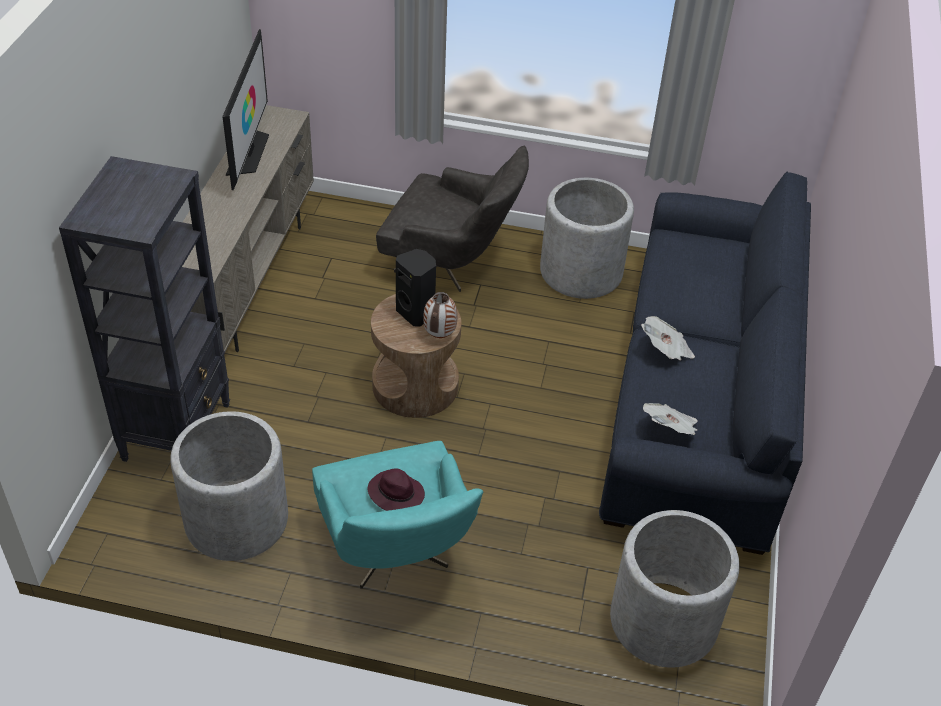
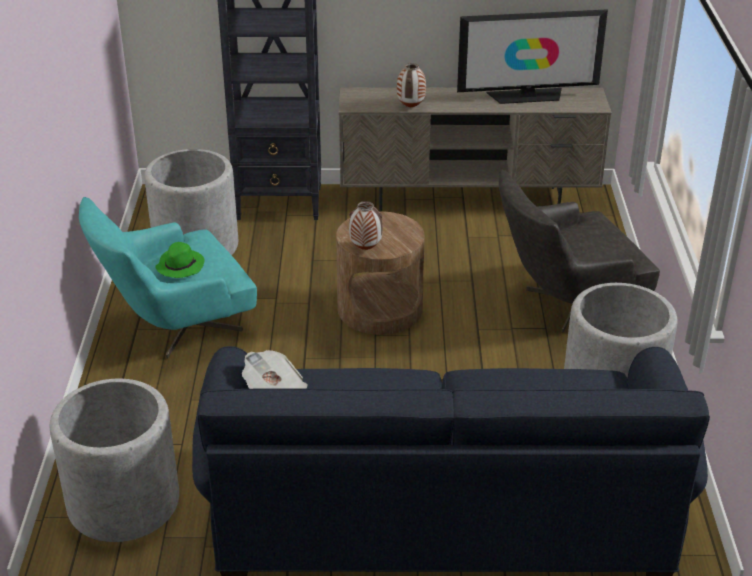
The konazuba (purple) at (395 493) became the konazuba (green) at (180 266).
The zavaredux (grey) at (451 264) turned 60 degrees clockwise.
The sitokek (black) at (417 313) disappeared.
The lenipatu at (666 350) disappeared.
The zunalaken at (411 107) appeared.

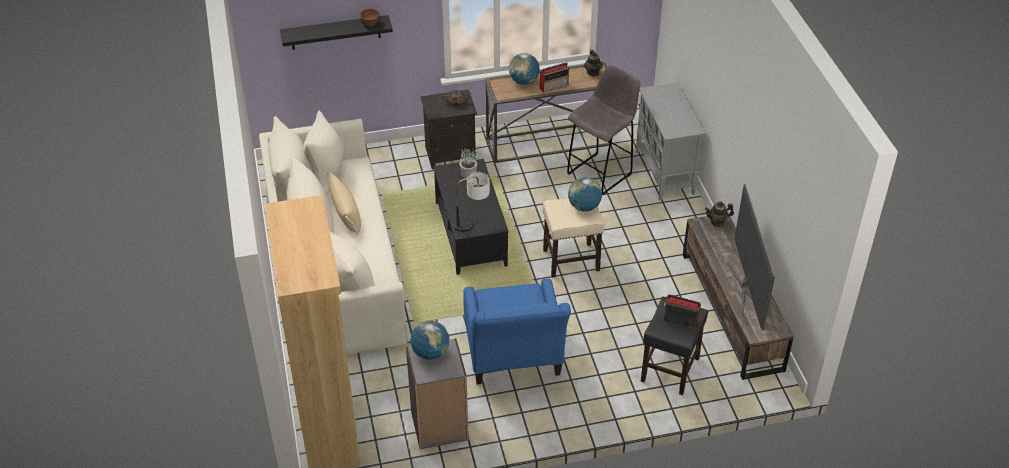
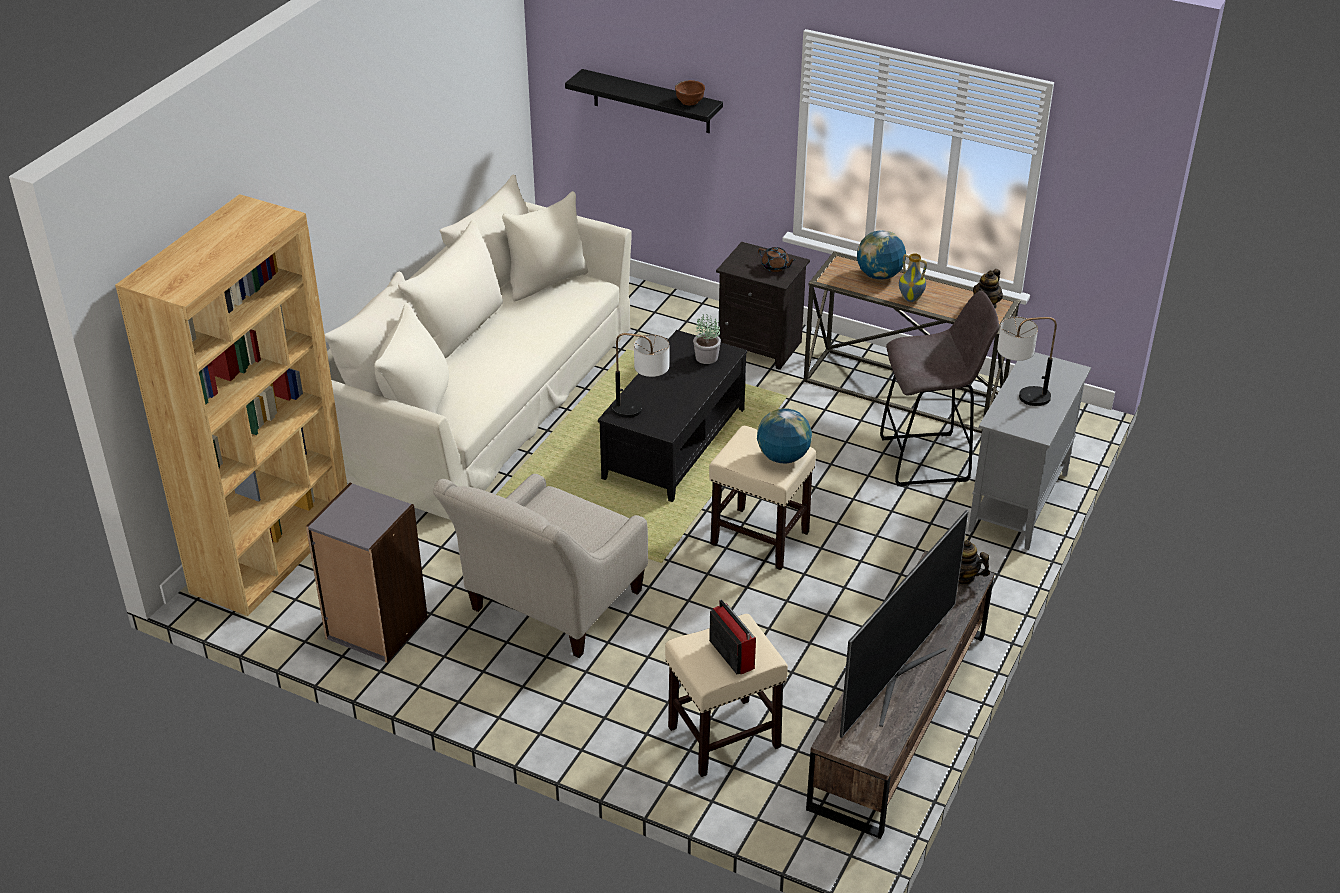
The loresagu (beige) at (346 213) disappeared.
The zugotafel at (430 352) disappeared.
The zavaredux (blue) at (514 359) became the zavaredux (beige) at (549 608).
The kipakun at (554 86) was replaced by the zunalaken at (911 298).
The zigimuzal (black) at (670 370) became the zigimuzal (beige) at (723 737).
The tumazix at (1019 398) appeared.

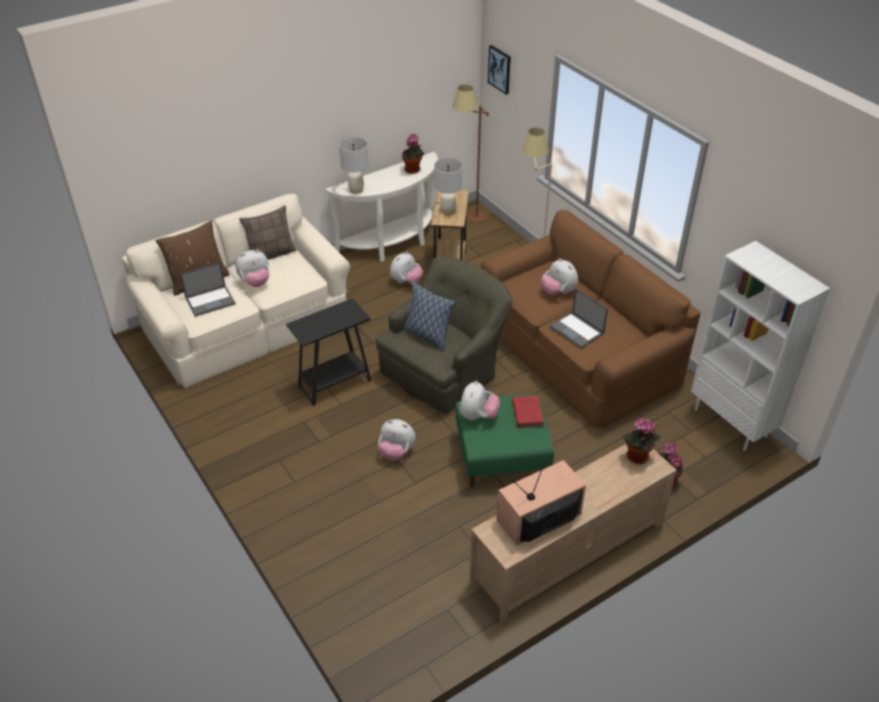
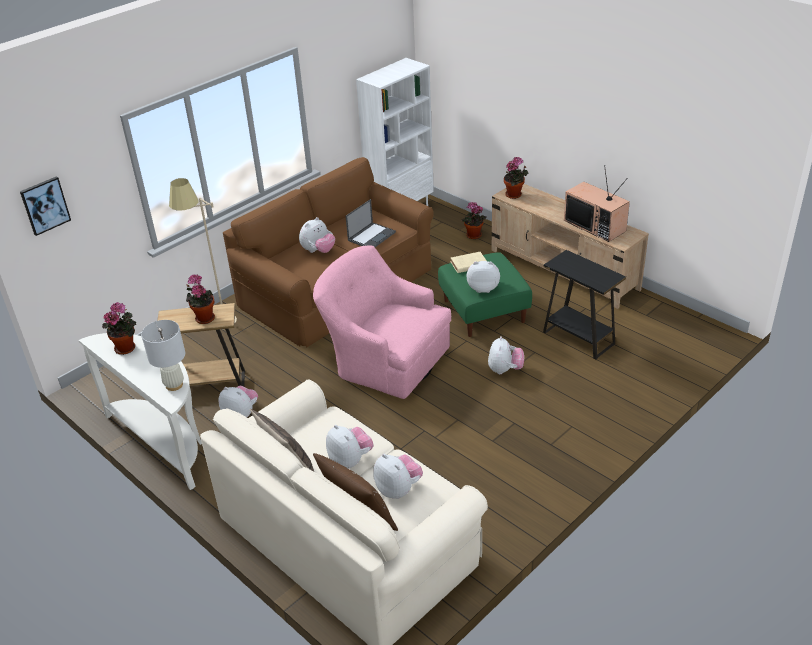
The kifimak at (211 300) was replaced by the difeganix at (398 489).
The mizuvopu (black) moved from (335 383) to (578 338).
The zavaredux (green) at (445 370) became the zavaredux (pink) at (384 360).
The loresagu at (427 335) disappeared.
The tumazix (white) at (448 210) was replaced by the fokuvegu at (204 318).
The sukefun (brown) at (469 220) disappeared.
The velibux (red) at (527 412) became the velibux (beige) at (468 264).

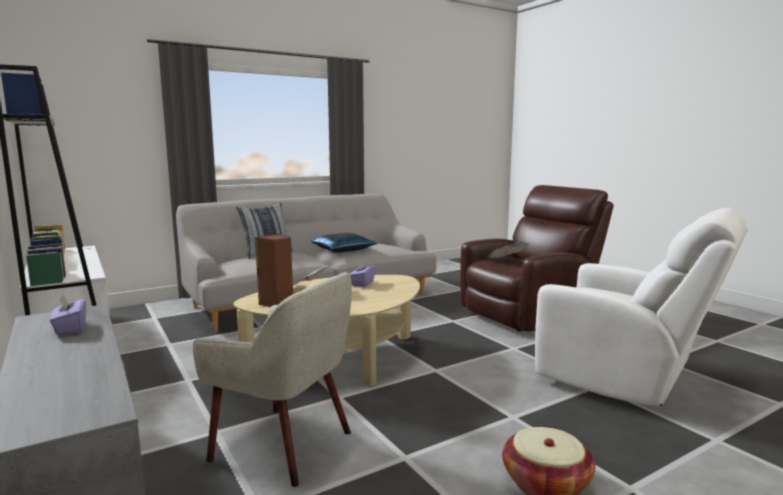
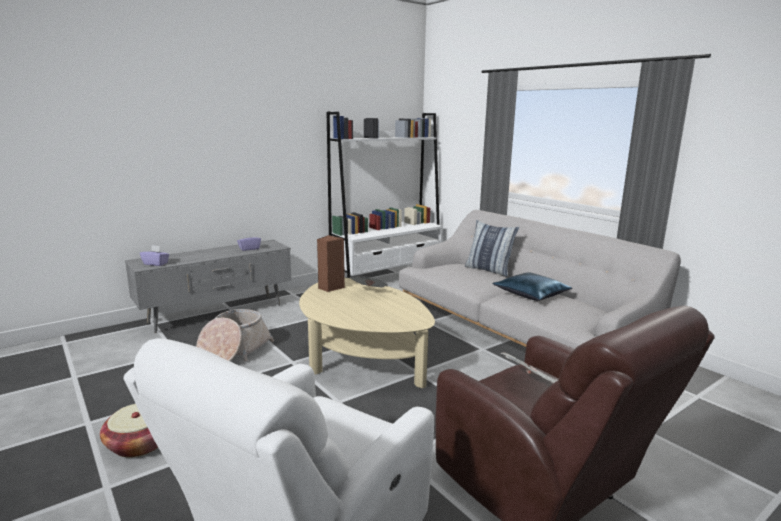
The zavaredux (beige) at (284 445) was replaced by the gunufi at (234 351).
The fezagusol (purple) moved from (362 283) to (156 263).

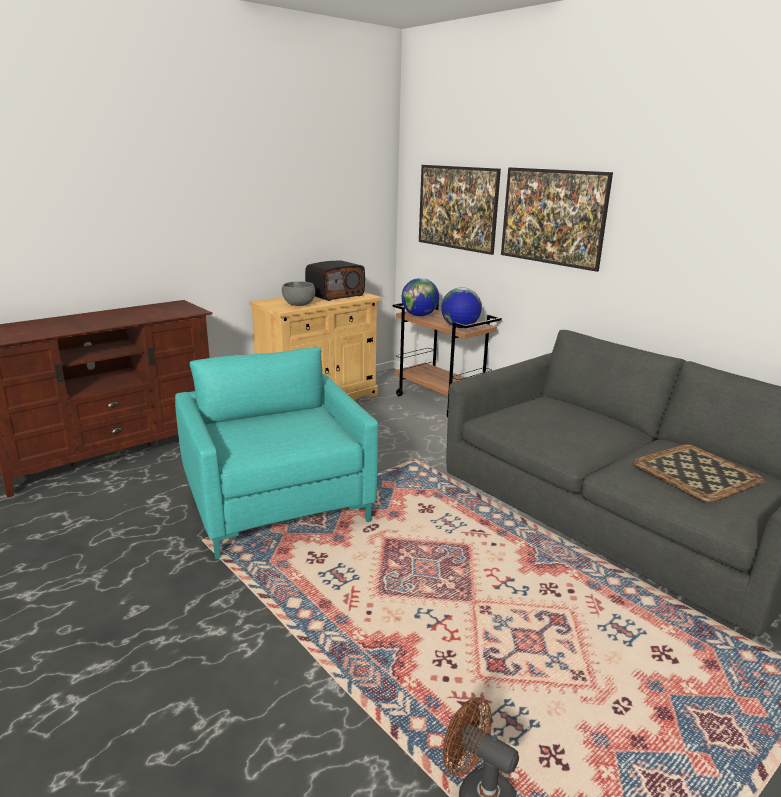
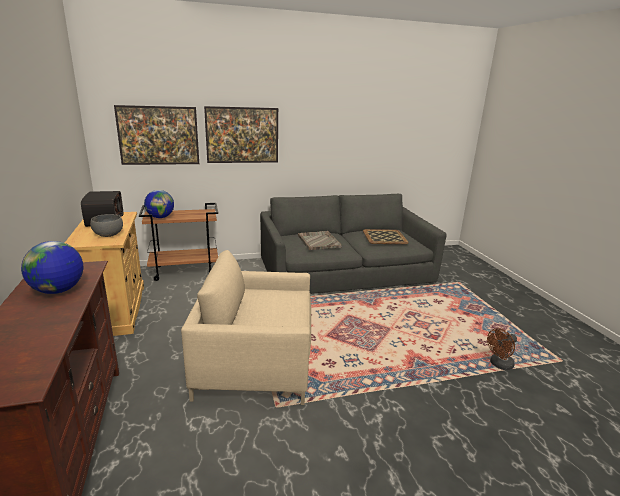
The zavaredux (turquoise) at (277 503) became the zavaredux (beige) at (255 364).
The zugotafel moved from (459 327) to (58 291).
The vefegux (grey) at (318 241) appeared.

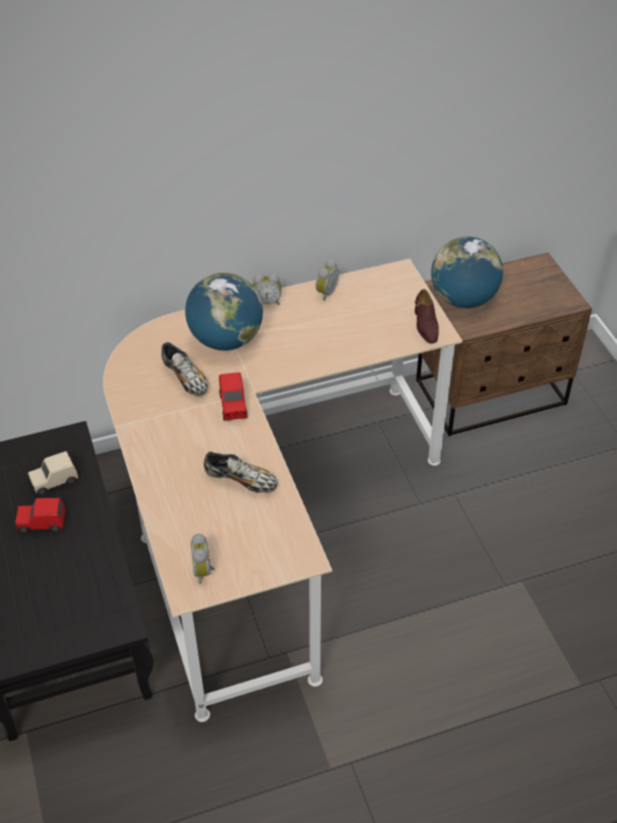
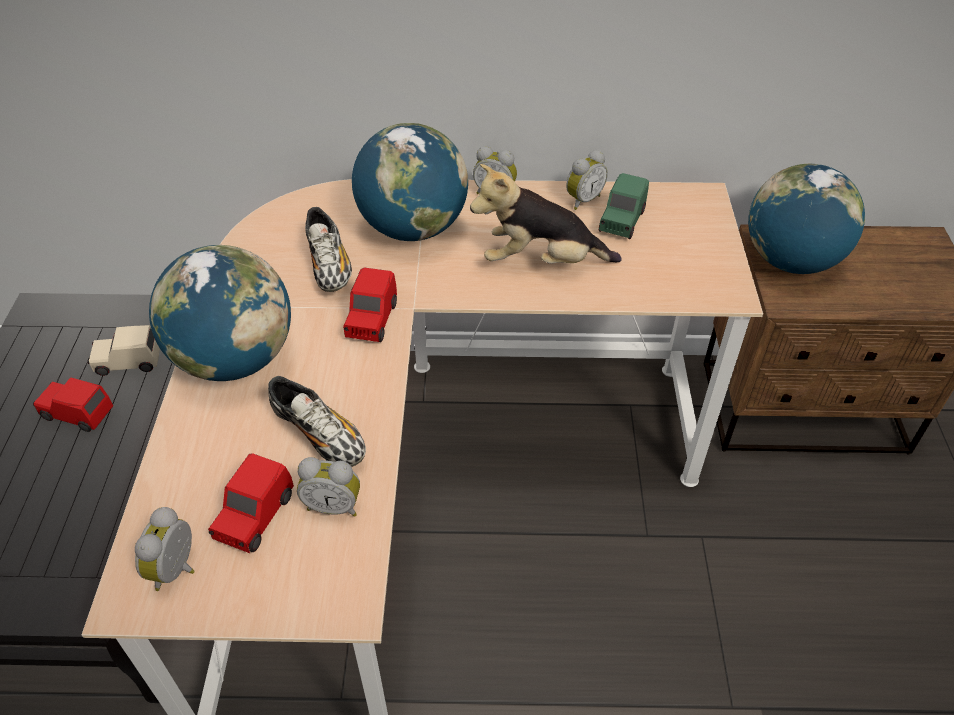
The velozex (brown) at (425 325) disappeared.
The zugotafel at (235 359) appeared.
The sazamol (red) at (254 517) appeared.
The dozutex at (334 505) appeared.
The difeganix at (541 262) appeared.
The sazamol (green) at (621 221) appeared.

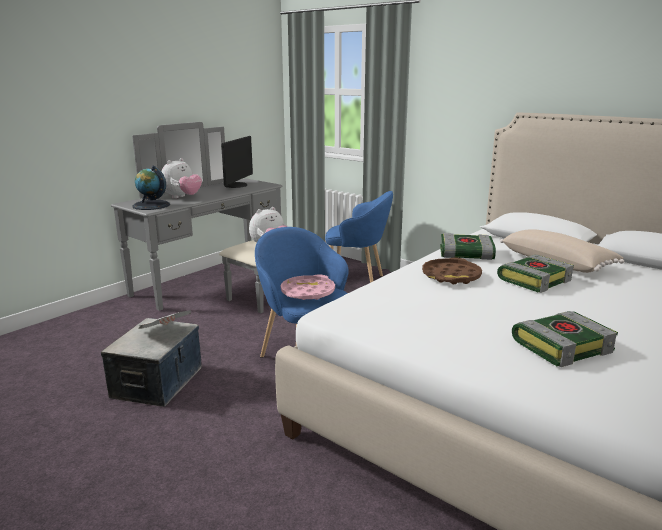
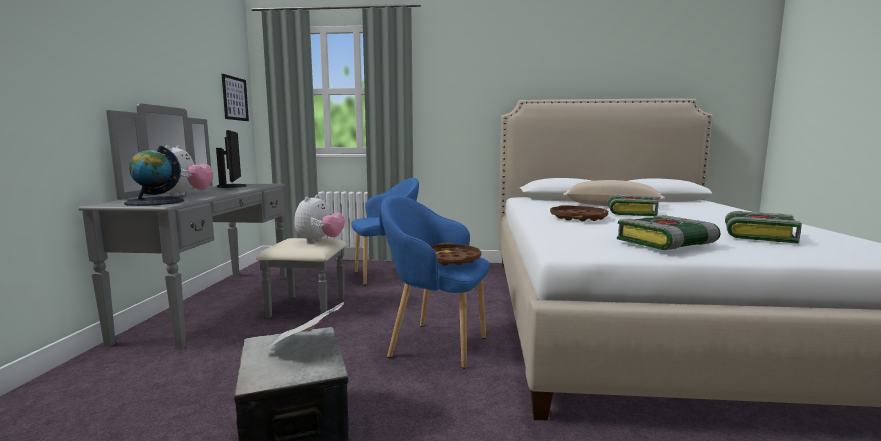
The vefegux (pink) at (307 292) became the vefegux (brown) at (449 260).
The velibux moved from (465 254) to (665 243).
The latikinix at (235 98) appeared.

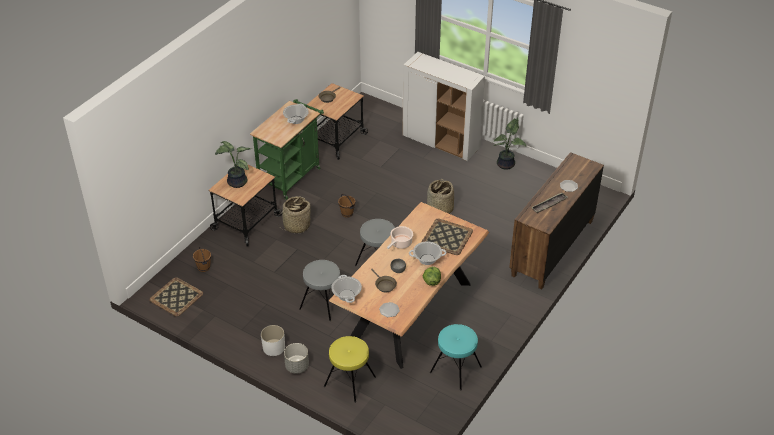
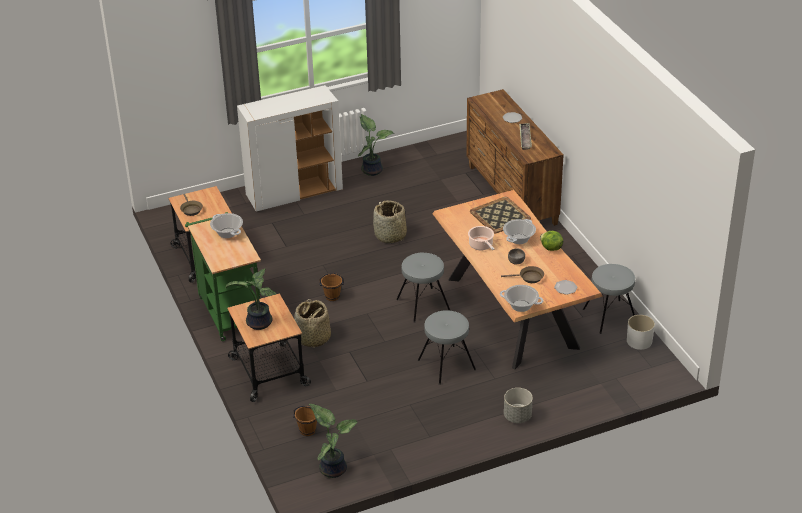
The vefegux at (177 297) was replaced by the fokuvegu at (333 468).
The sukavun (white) moved from (273 347) to (639 341).
The zigimuzal (yellow) at (349 381) disappeared.
The zigimuzal (turquoise) at (455 370) became the zigimuzal (grey) at (610 316).

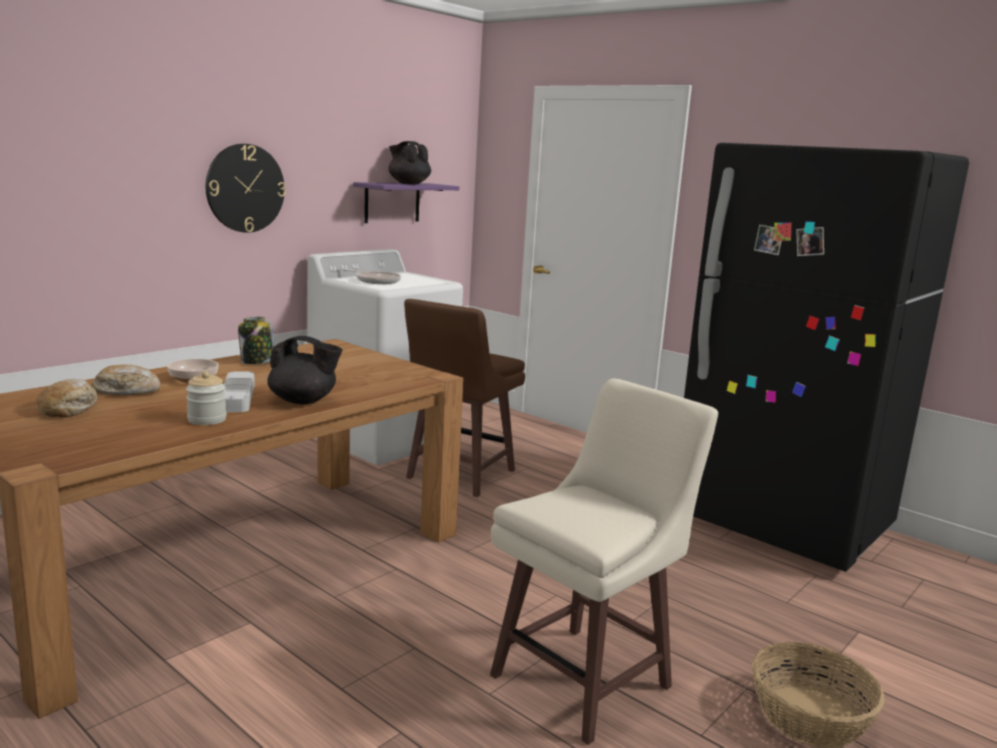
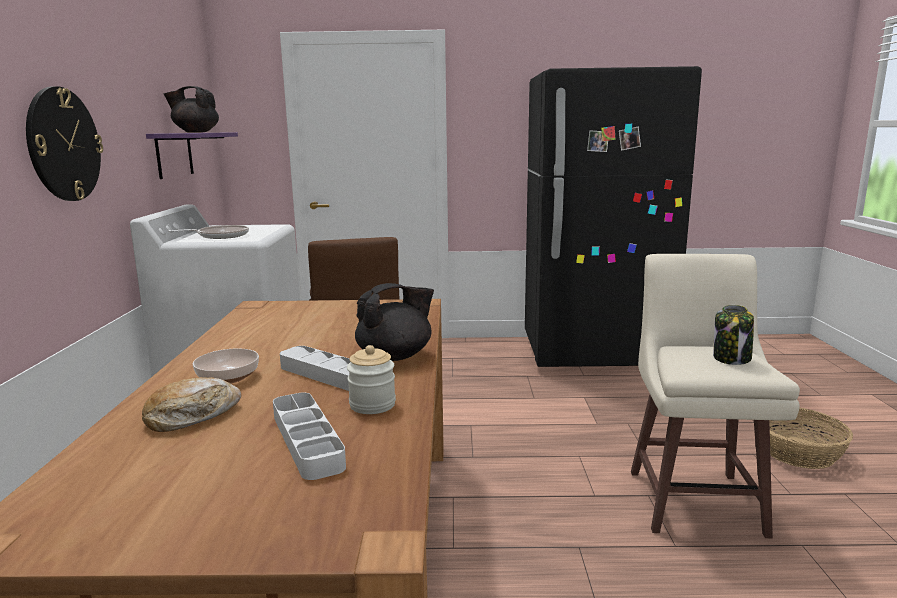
The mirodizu at (69 408) disappeared.
The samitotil moved from (257 362) to (731 358).
The vefegux (grey) at (307 440) appeared.

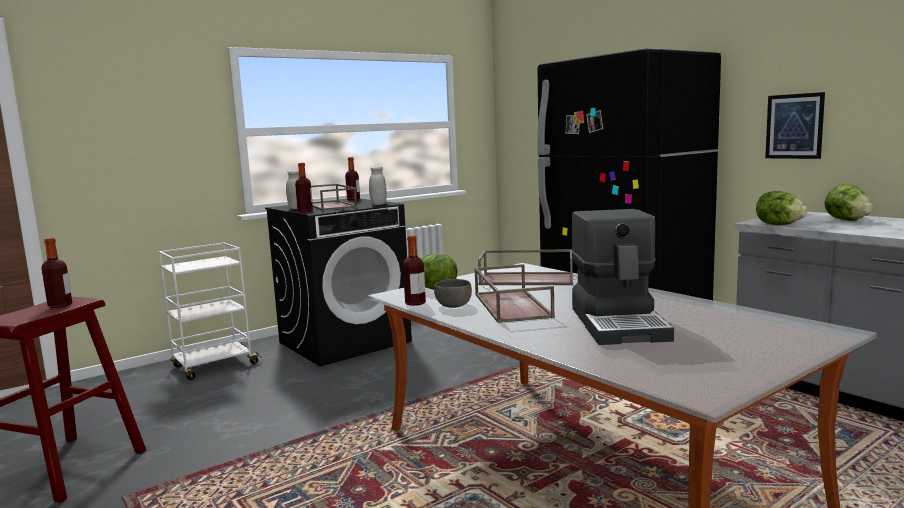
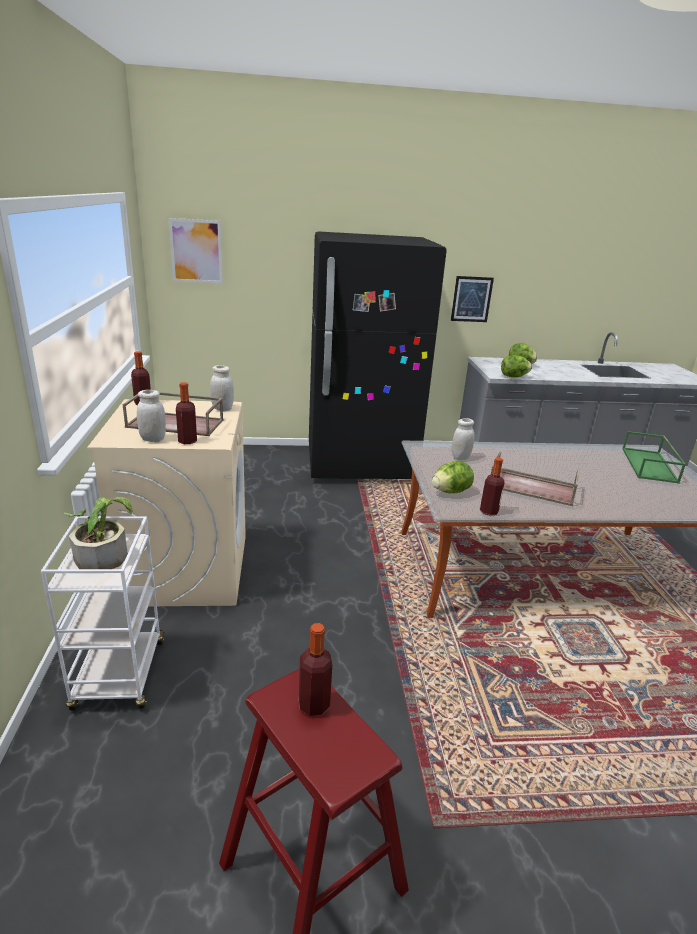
The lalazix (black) at (345 342) became the lalazix (beige) at (186 568).
The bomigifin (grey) at (454 305) disappeared.
The vefegux (brown) at (527 279) was replaced by the samitotil (white) at (460 457).
The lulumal at (620 323) disappeared.
The fokuvegu at (104 554) appeared.
The latikinix at (196 251) appeared.
The vefegux (green) at (650 465) appeared.

